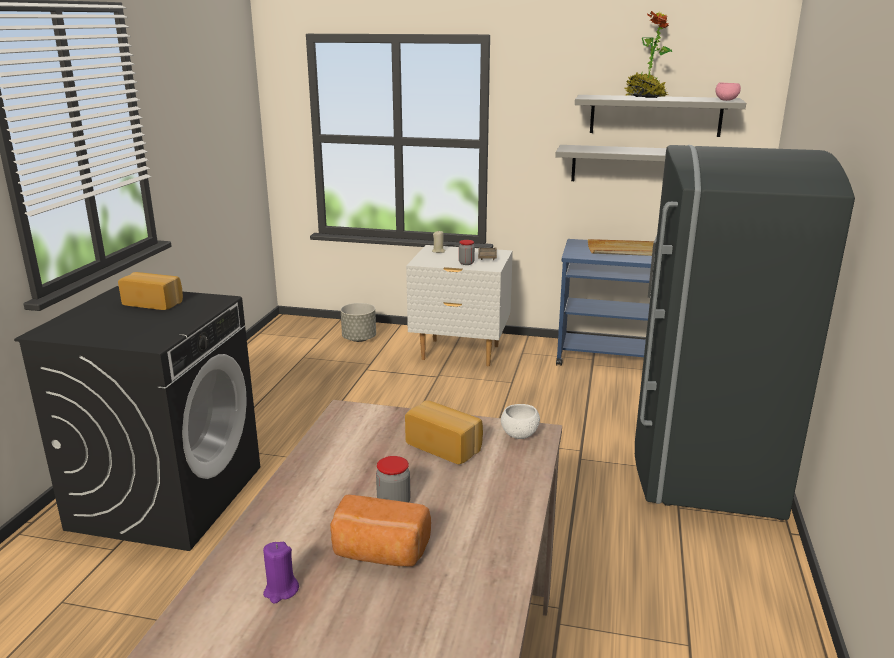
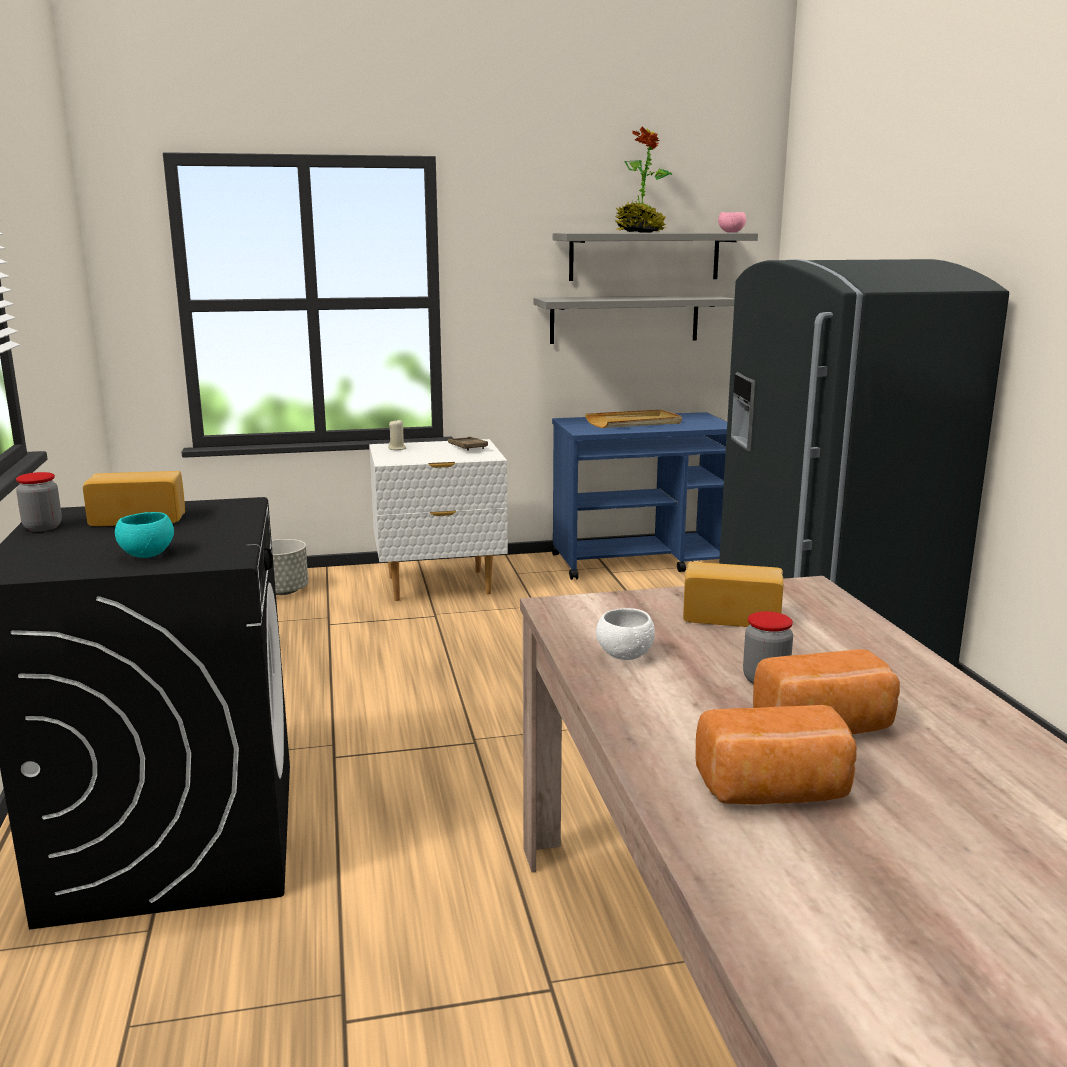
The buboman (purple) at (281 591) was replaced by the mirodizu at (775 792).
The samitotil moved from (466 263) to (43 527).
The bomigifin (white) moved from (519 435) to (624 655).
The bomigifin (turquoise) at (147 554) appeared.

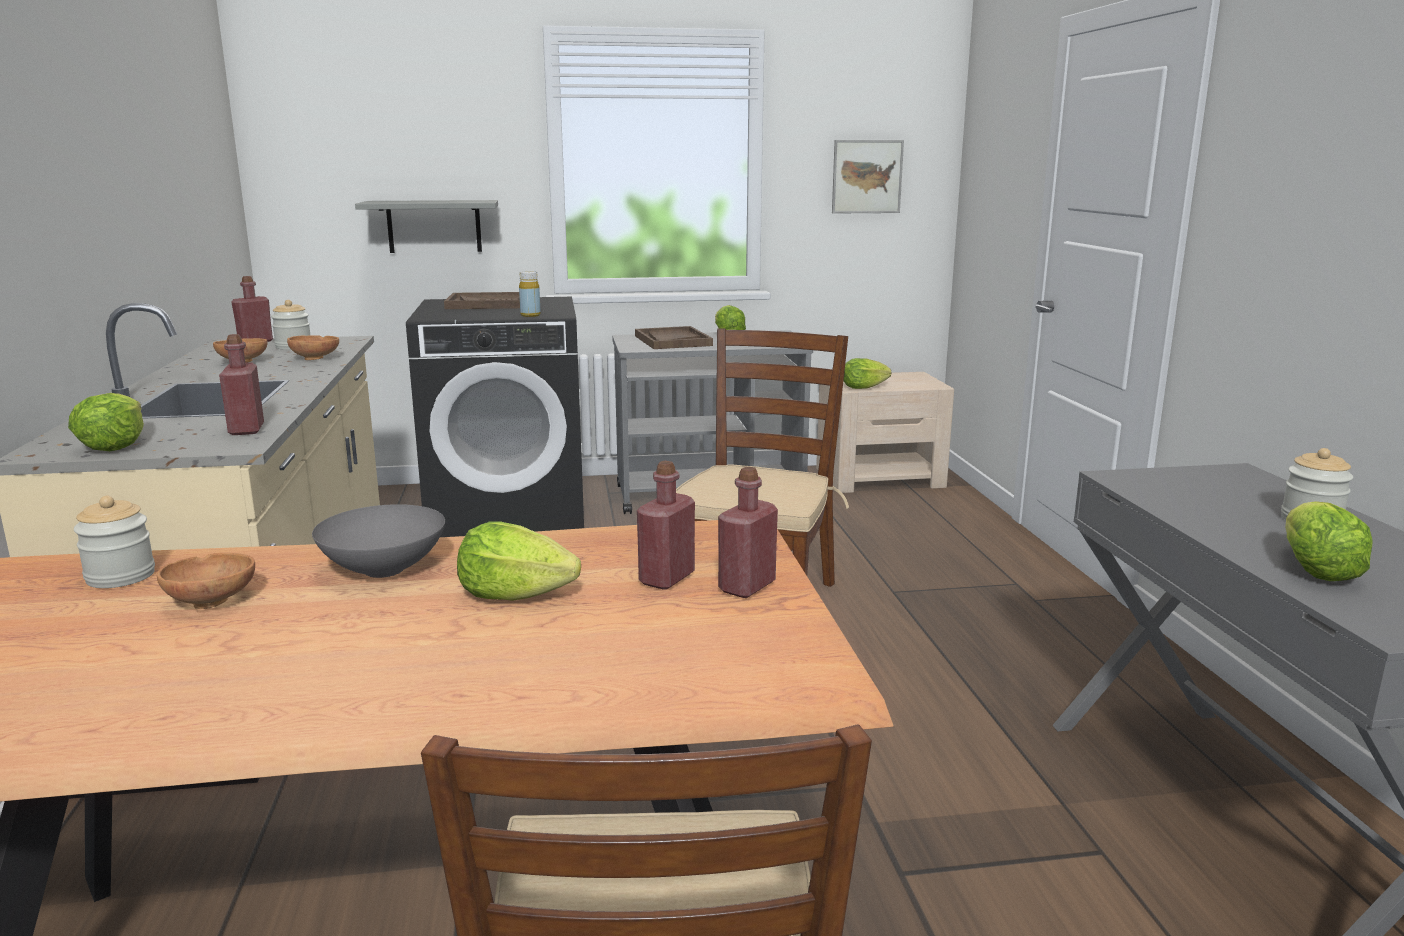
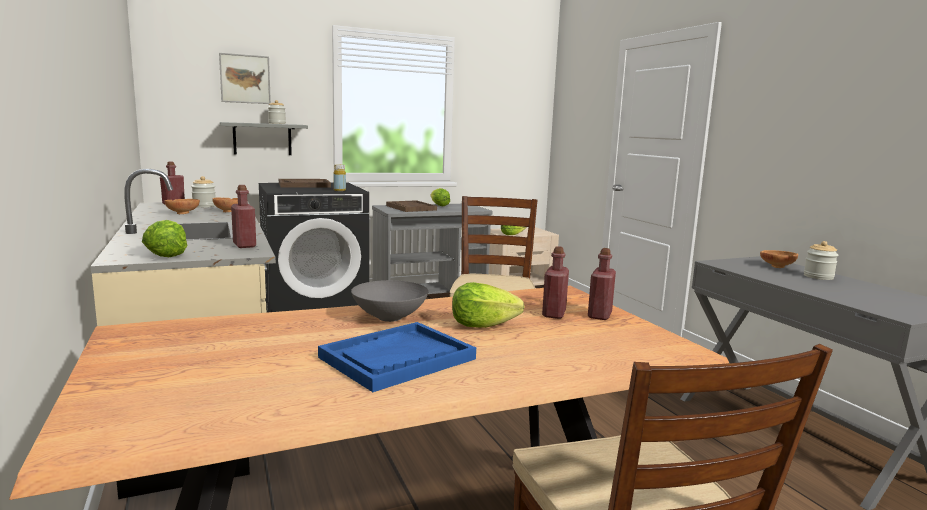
The samitotil moved from (120 576) to (277 123).
The bomigifin (brown) moved from (213 601) to (776 266).
The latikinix moved from (867 176) to (245 79).
The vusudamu at (1315 571) disappeared.
The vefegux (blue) at (397 358) appeared.

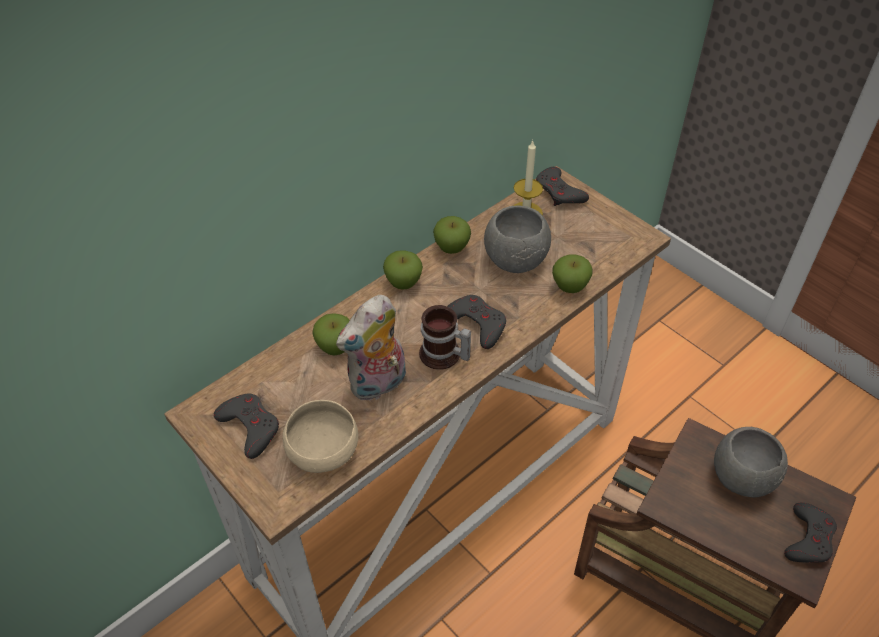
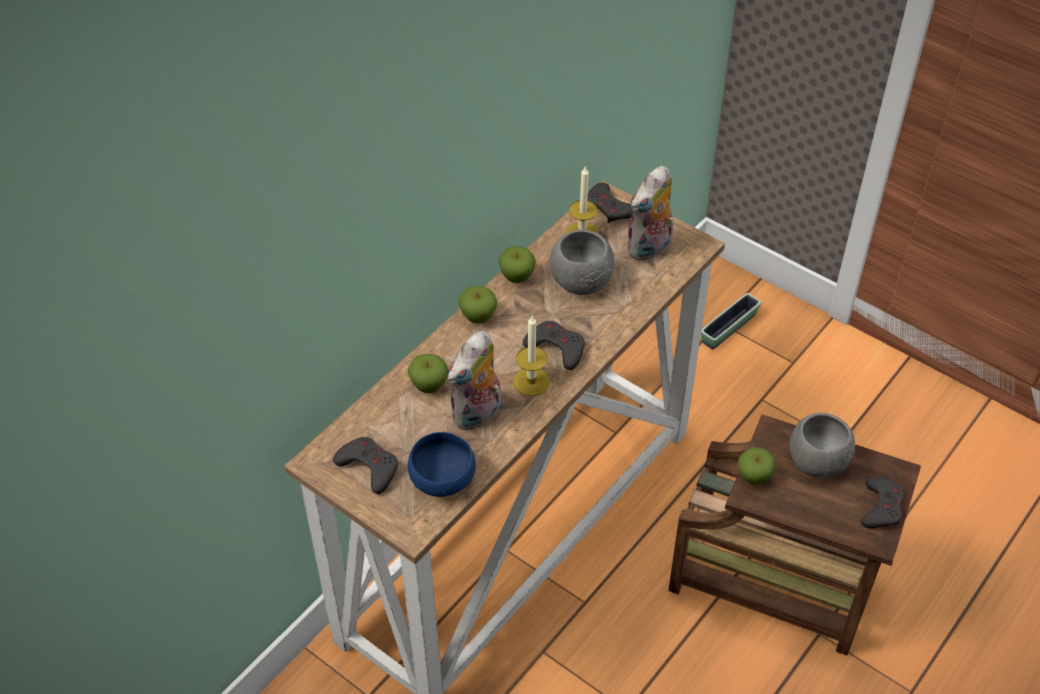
The bomigifin (beige) at (325 452) became the bomigifin (blue) at (444 480).
The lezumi at (443 356) was replaced by the buboman at (531 382).
The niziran moved from (570 287) to (753 477).
The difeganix at (650 249) appeared.
The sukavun at (729 328) appeared.

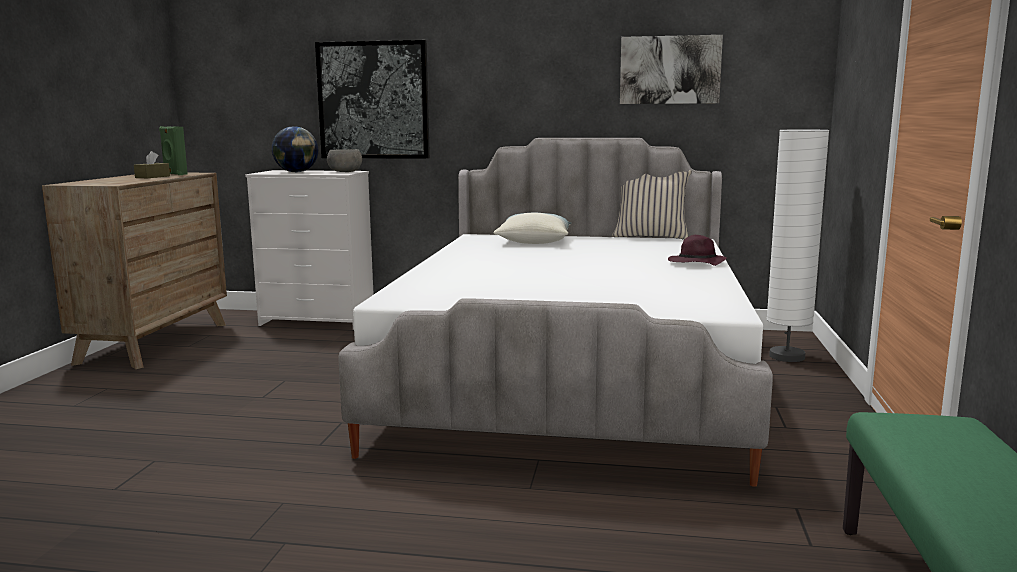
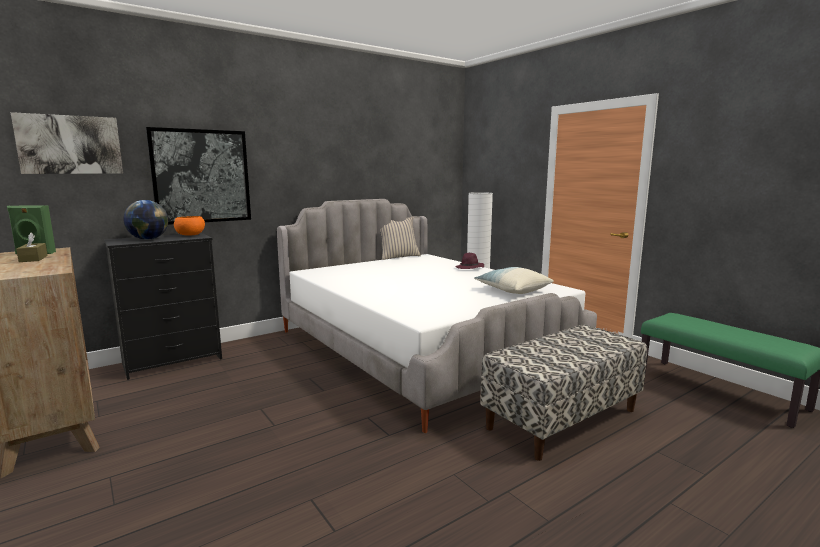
The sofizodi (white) at (318 320) became the sofizodi (black) at (173 361).
The bomigifin (grey) at (345 171) became the bomigifin (orange) at (190 235).
The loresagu moved from (534 241) to (512 290).
The latikinix moved from (670 70) to (70 145).
The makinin at (562 419) appeared.

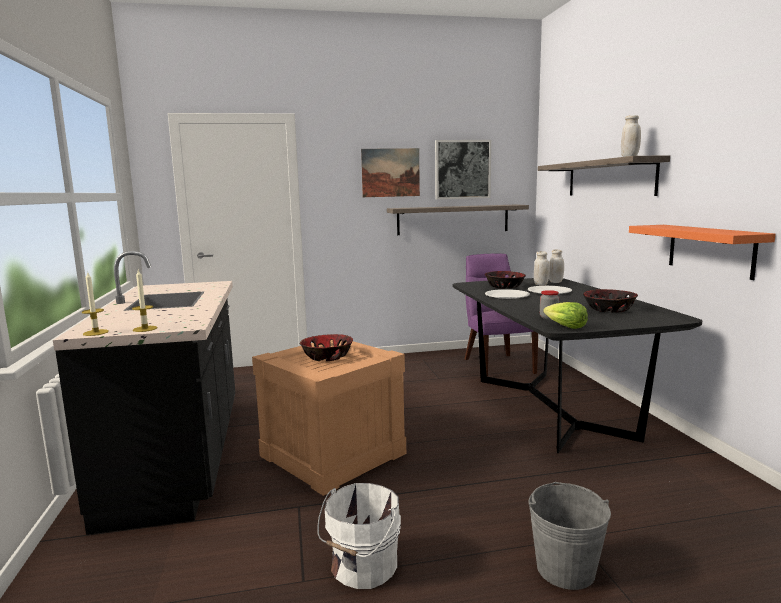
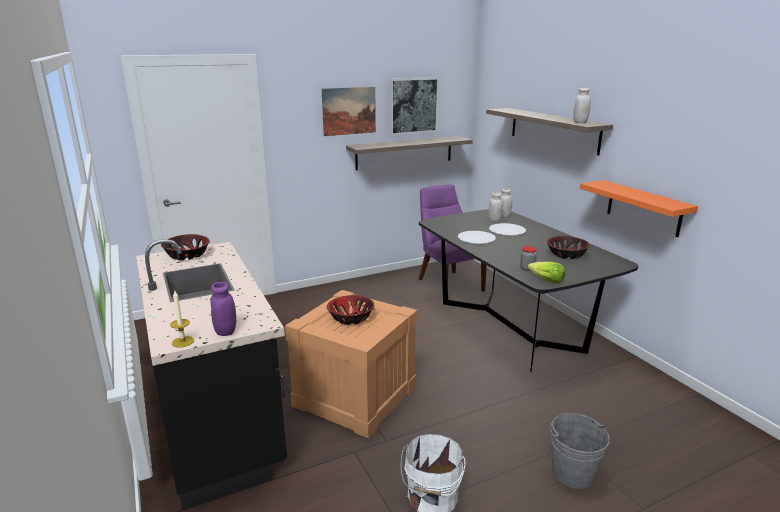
The buboman at (145 329) was replaced by the samitotil (purple) at (225 331).
The bomigifin moved from (505 286) to (187 255).

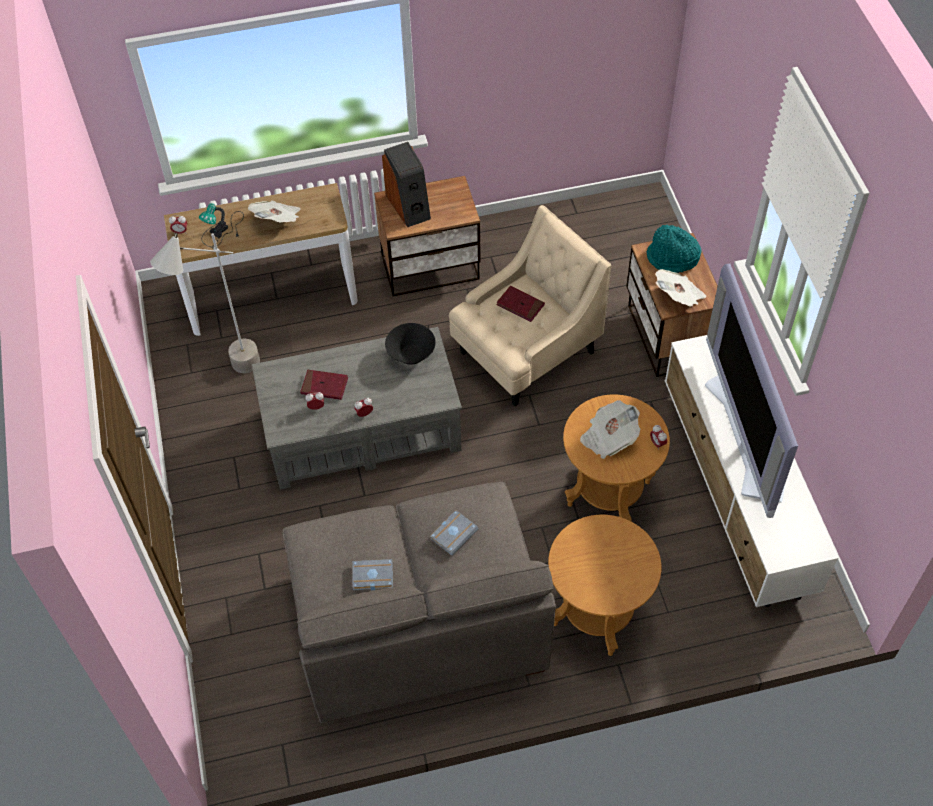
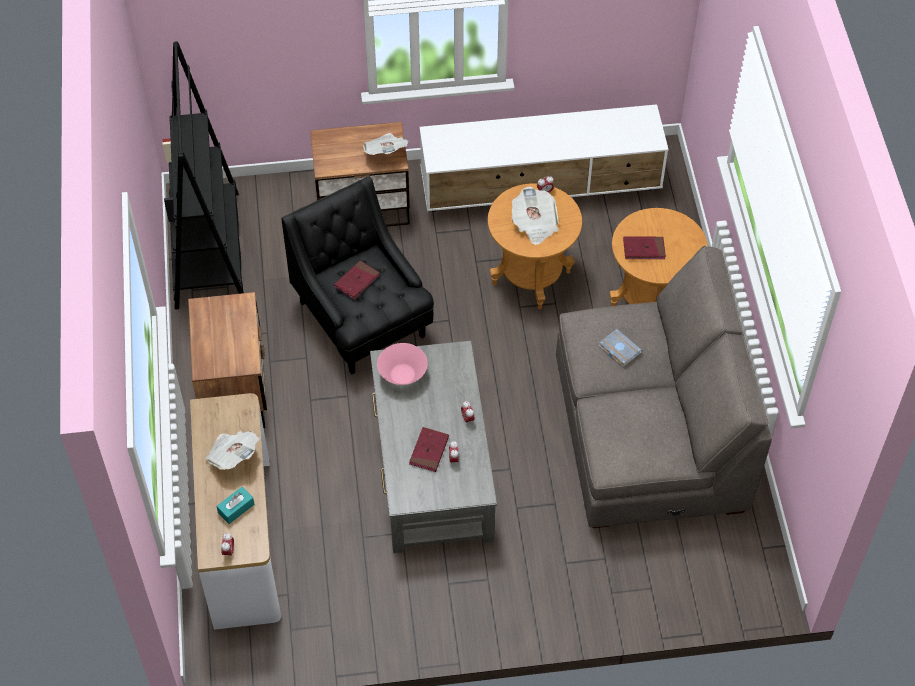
The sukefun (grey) at (228 376) disappeared.
The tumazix at (223 230) was replaced by the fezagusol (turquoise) at (236 508).
The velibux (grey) at (372 577) disappeared.
The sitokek at (409 206) disappeared.
The bomigifin (black) at (411 355) became the bomigifin (pink) at (402 375).
The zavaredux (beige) at (525 353) became the zavaredux (black) at (363 320).
The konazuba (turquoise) at (672 258) disappeared.
The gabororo at (747 435) disappeared.
The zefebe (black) at (207 249) appeared.
The velibux (red) at (644 249) appeared.

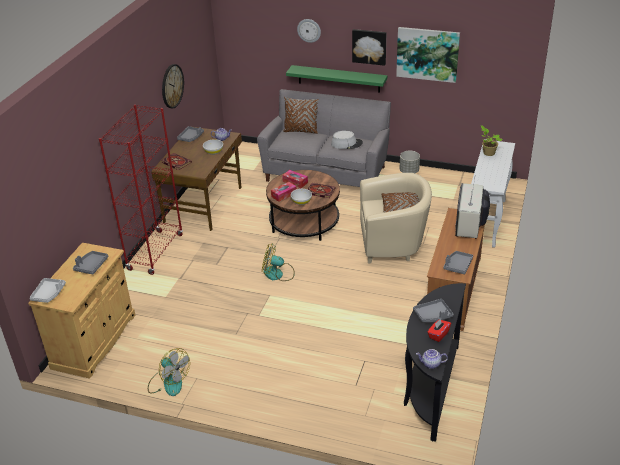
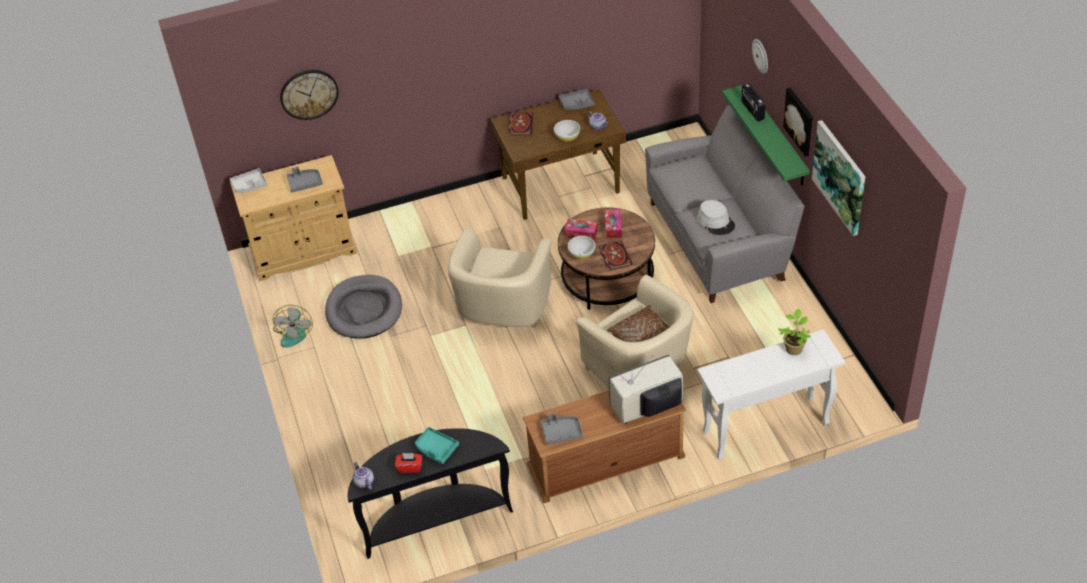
The zefebe (red) at (155 252) disappeared.
The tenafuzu moved from (172 86) to (309 94).
The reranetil at (278 274) was replaced by the zavaredux (beige) at (502 311).
The loresagu (brown) at (301 131) disappeared.
The sukavun (grey) at (409 171) disappeared.
The vefegux (grey) at (433 315) became the vefegux (turquoise) at (436 449).
The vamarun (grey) at (364 310) appeared.
The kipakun at (752 110) appeared.

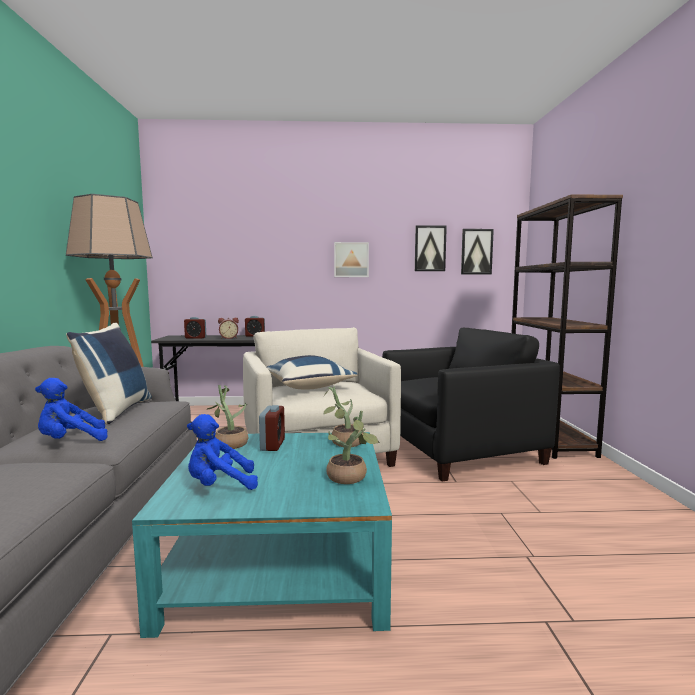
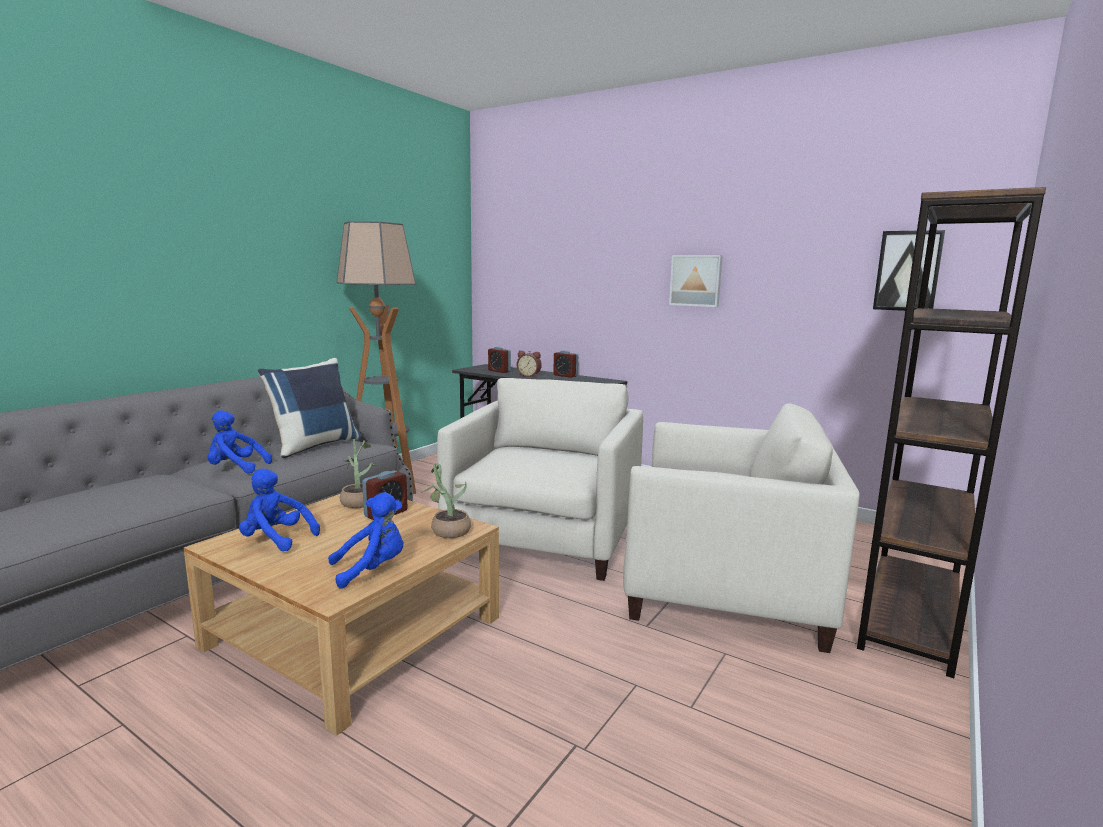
The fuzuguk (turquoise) at (280 558) became the fuzuguk (beige) at (354 631).
The loresagu (blue) at (308 387) disappeared.
The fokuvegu at (350 478) was replaced by the difeganix (blue) at (372 569).
The zavaredux (black) at (459 449) became the zavaredux (beige) at (725 587).
The latikinix at (430 248) disappeared.

